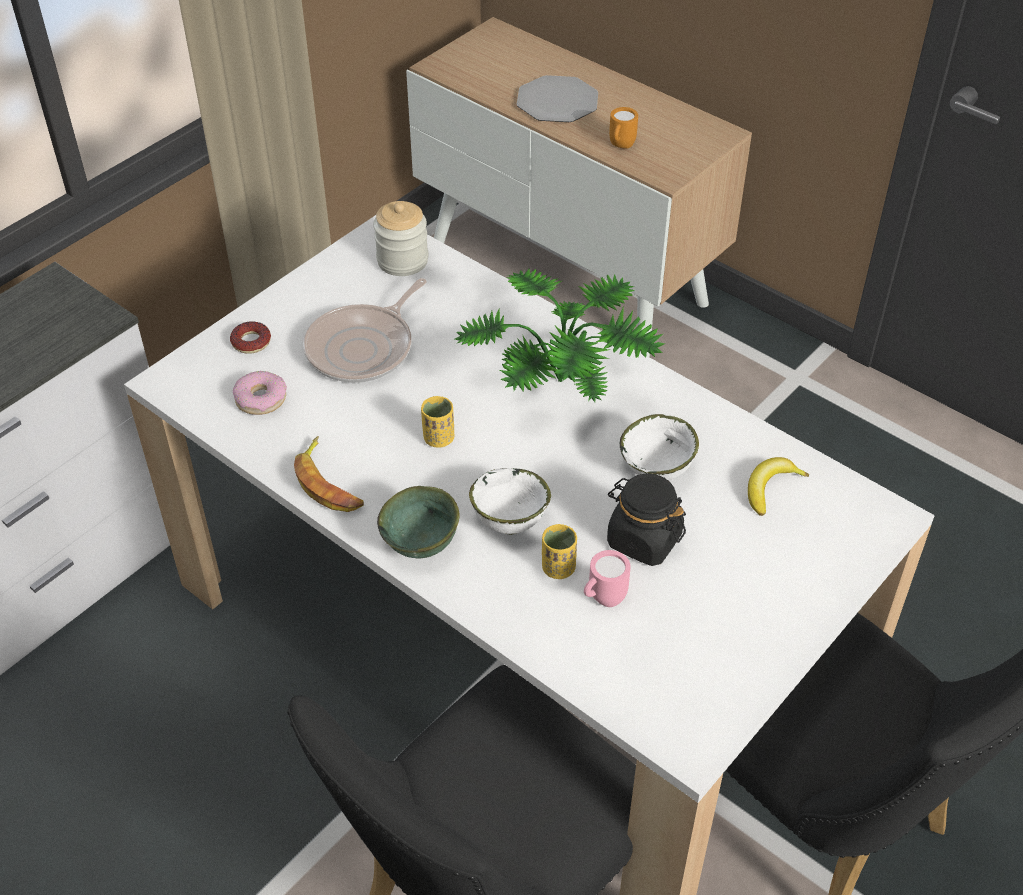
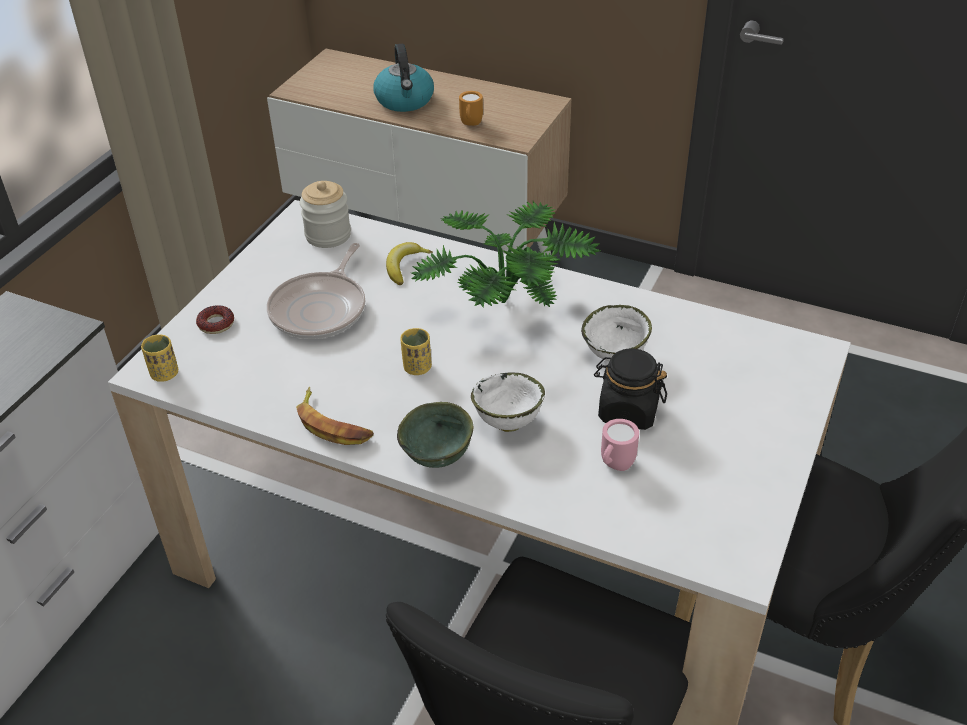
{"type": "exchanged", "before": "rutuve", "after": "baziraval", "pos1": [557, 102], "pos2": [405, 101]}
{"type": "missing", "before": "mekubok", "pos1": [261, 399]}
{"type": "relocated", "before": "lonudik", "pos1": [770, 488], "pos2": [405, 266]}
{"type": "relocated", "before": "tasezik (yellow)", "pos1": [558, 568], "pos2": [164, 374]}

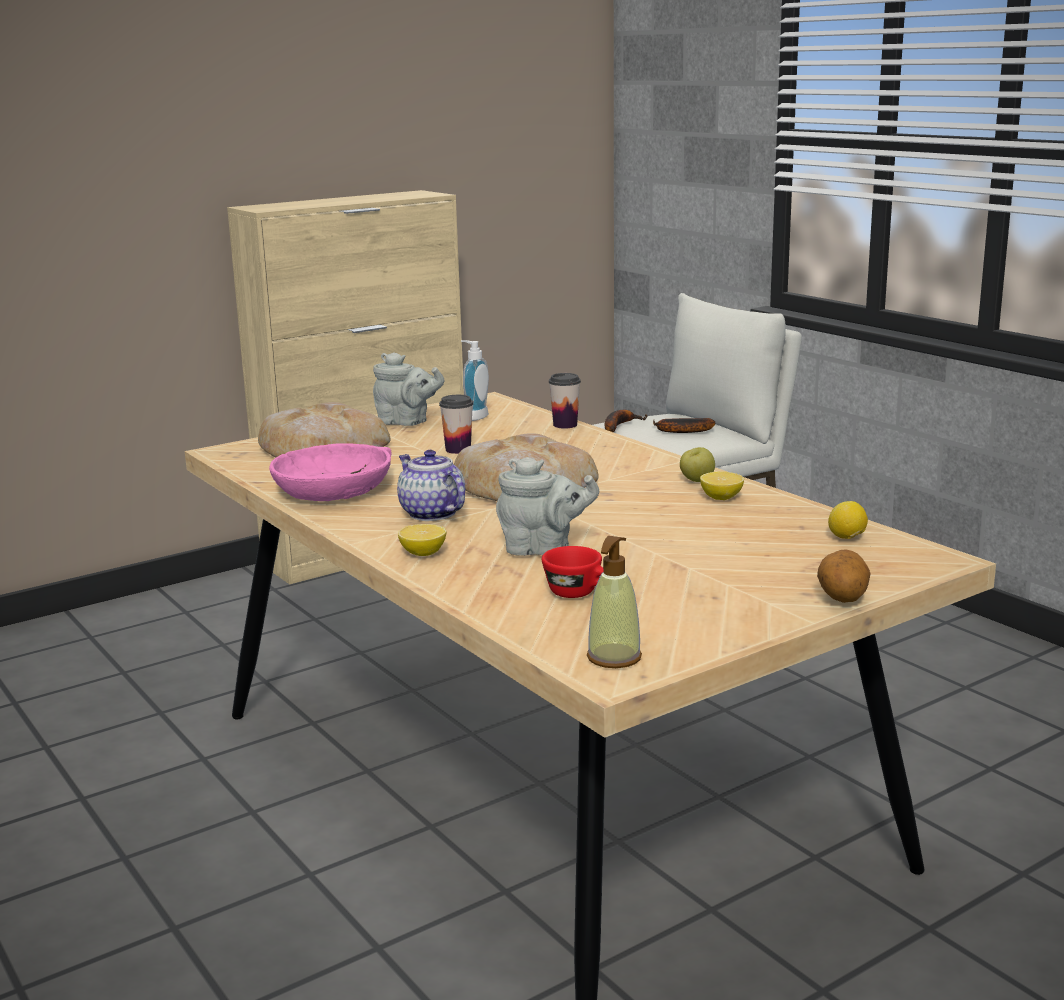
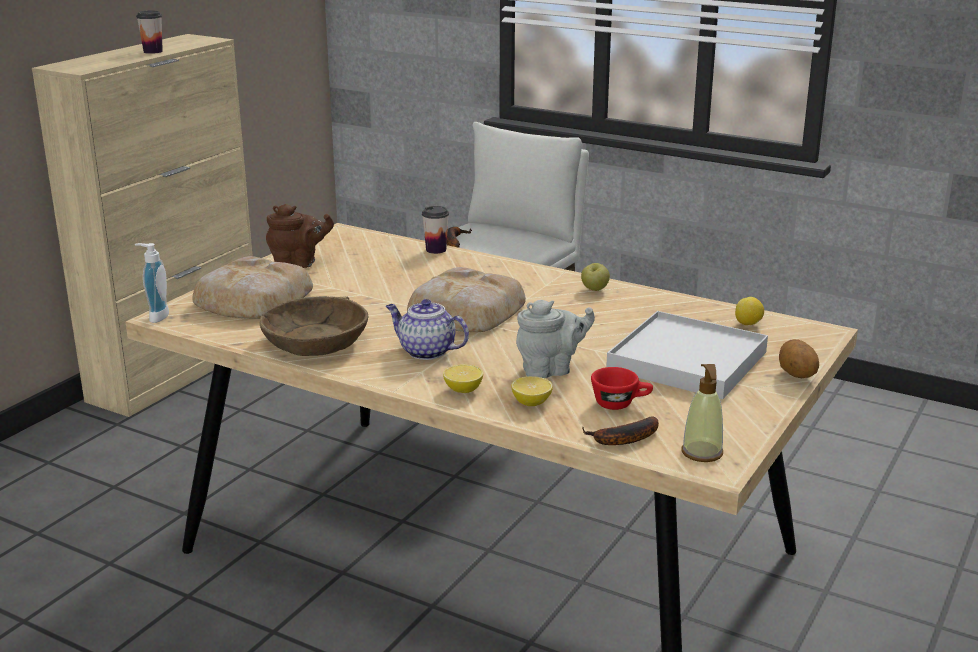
{"type": "relocated", "before": "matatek", "pos1": [474, 416], "pos2": [155, 316]}
{"type": "colour", "before": "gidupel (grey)", "after": "gidupel (brown)", "pos1": [406, 422], "pos2": [298, 264]}
{"type": "relocated", "before": "tasezik", "pos1": [458, 450], "pos2": [153, 51]}
{"type": "relocated", "before": "lonudik", "pos1": [680, 431], "pos2": [622, 439]}
{"type": "colour", "before": "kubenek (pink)", "after": "kubenek (brown)", "pos1": [333, 489], "pos2": [315, 341]}
{"type": "relocated", "before": "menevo", "pos1": [721, 498], "pos2": [531, 403]}
{"type": "appeared", "after": "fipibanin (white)", "pos2": [688, 361]}

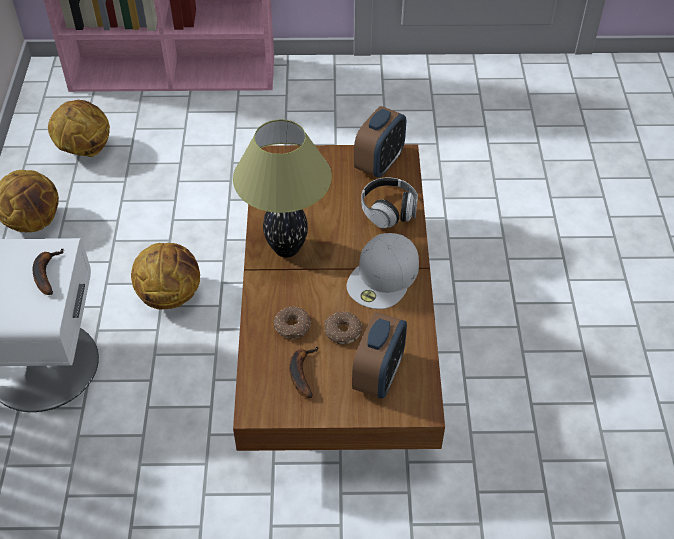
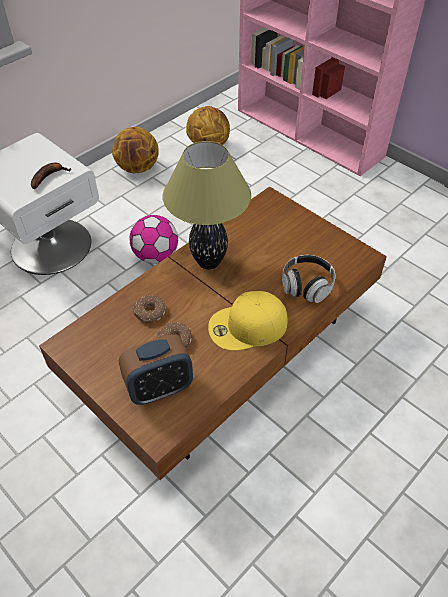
{"type": "missing", "before": "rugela", "pos1": [379, 164]}
{"type": "colour", "before": "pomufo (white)", "after": "pomufo (yellow)", "pos1": [384, 277], "pos2": [247, 326]}
{"type": "exchanged", "before": "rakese", "after": "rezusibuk", "pos1": [171, 295], "pos2": [156, 256]}
{"type": "missing", "before": "lonudik", "pos1": [301, 372]}

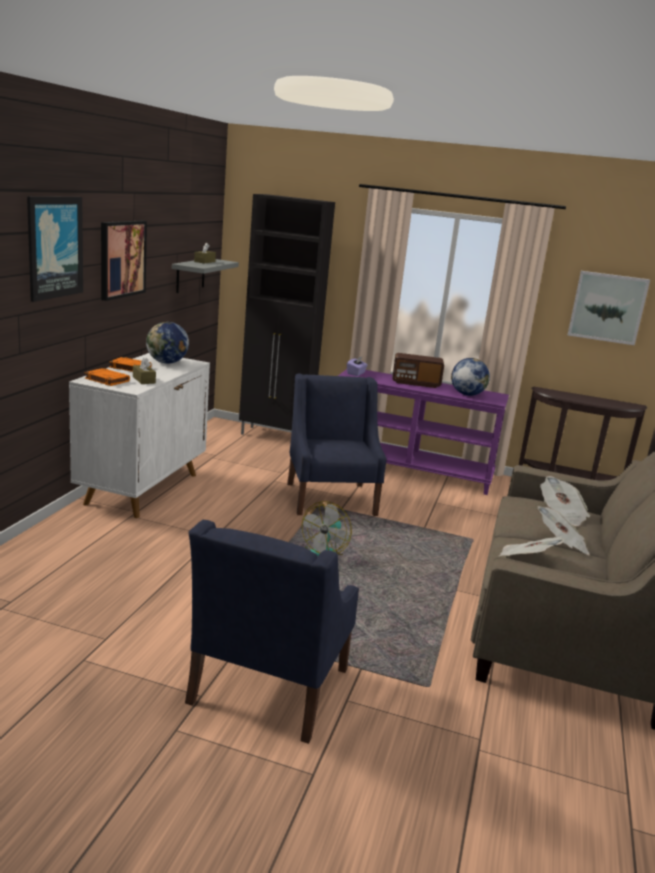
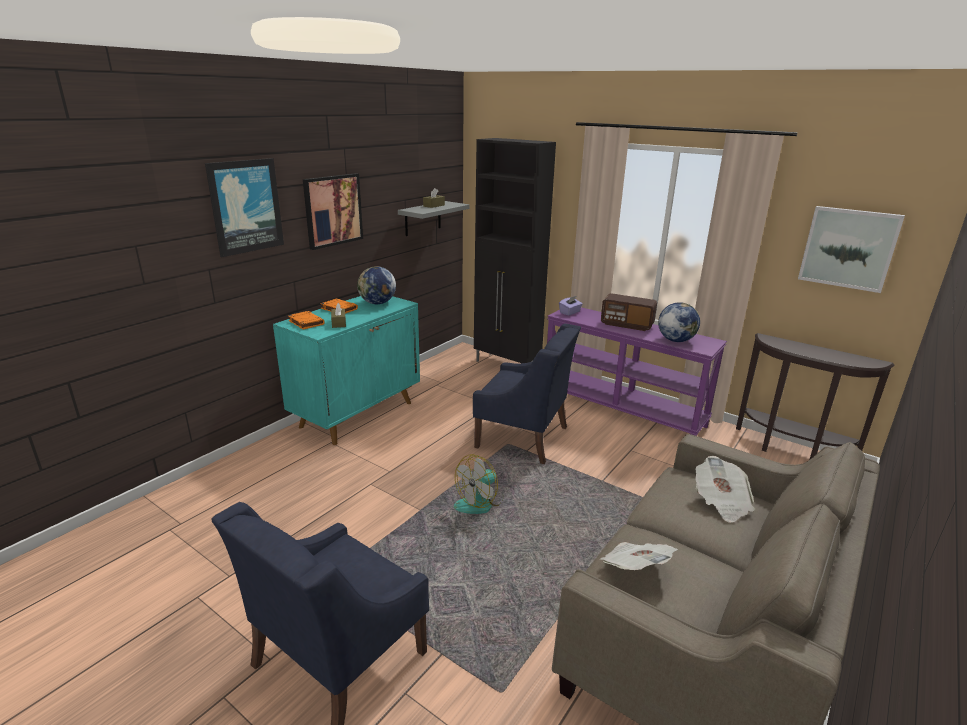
{"type": "colour", "before": "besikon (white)", "after": "besikon (turquoise)", "pos1": [143, 488], "pos2": [358, 414]}
{"type": "spun", "before": "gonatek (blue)", "pos1": [331, 498], "pos2": [523, 437], "turn": 105}
{"type": "missing", "before": "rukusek", "pos1": [561, 544]}

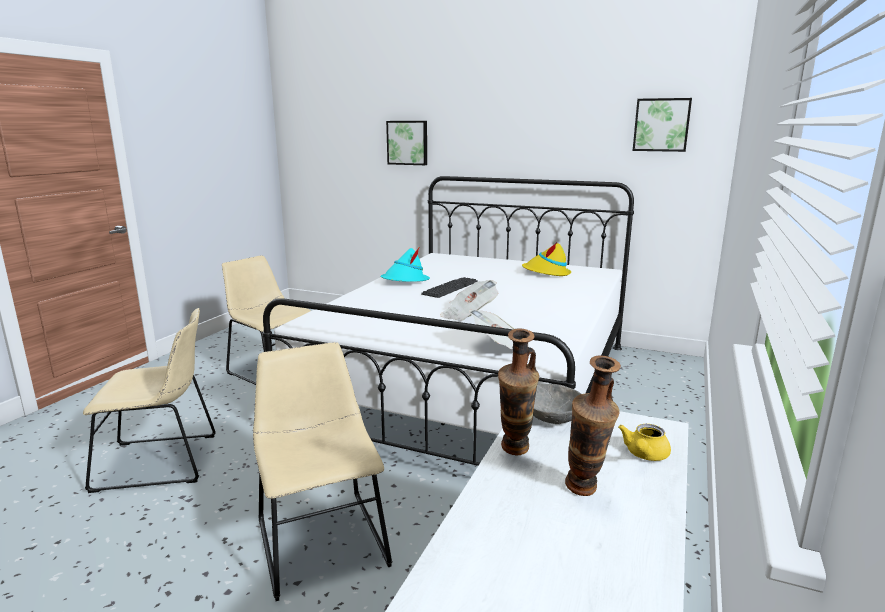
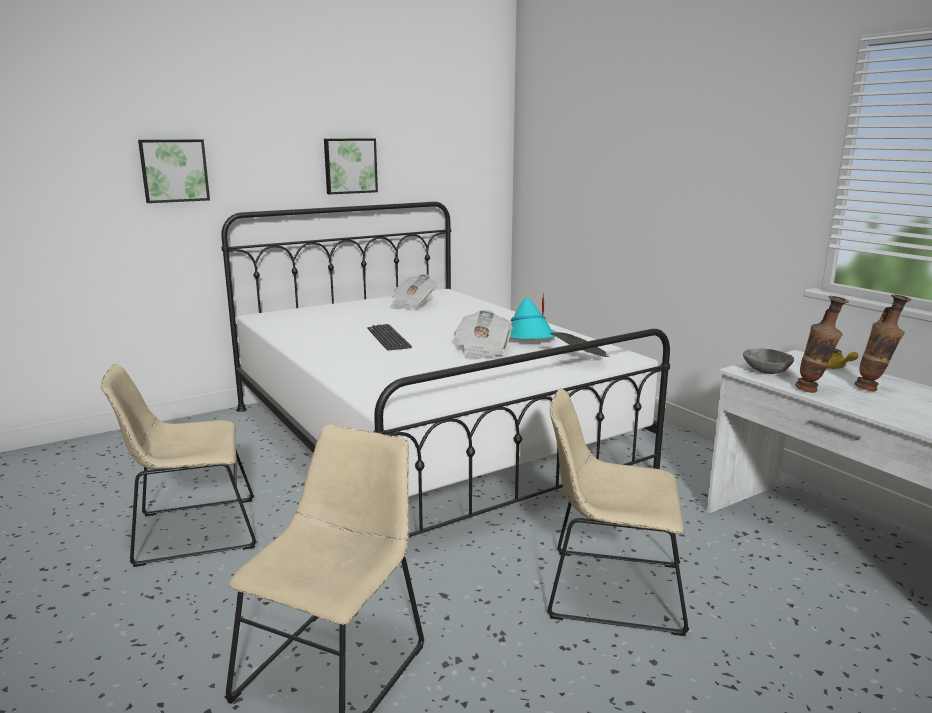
{"type": "relocated", "before": "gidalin", "pos1": [661, 125], "pos2": [350, 166]}
{"type": "exchanged", "before": "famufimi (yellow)", "after": "rukusek", "pos1": [546, 273], "pos2": [412, 305]}
{"type": "relocated", "before": "famufimi (turquoise)", "pos1": [405, 281], "pos2": [530, 339]}

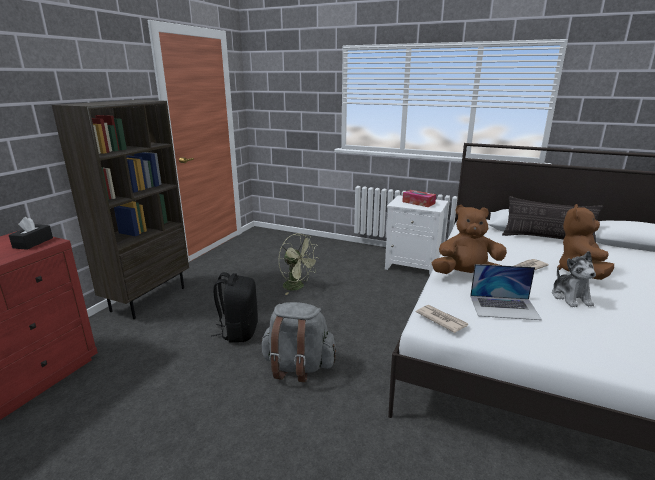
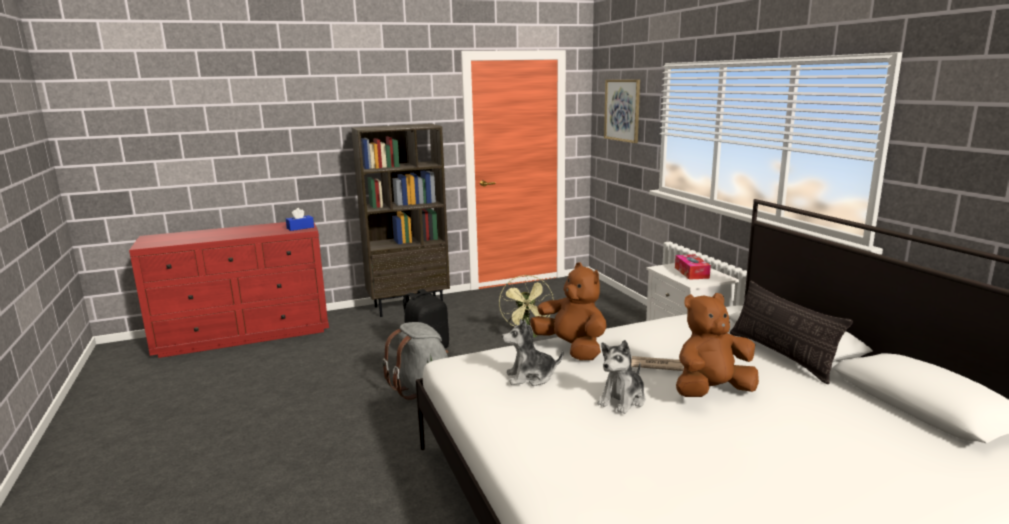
{"type": "colour", "before": "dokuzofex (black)", "after": "dokuzofex (blue)", "pos1": [33, 243], "pos2": [300, 228]}
{"type": "exchanged", "before": "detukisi", "after": "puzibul", "pos1": [504, 307], "pos2": [530, 377]}
{"type": "missing", "before": "rukusek", "pos1": [441, 320]}
{"type": "appeared", "after": "gidalin", "pos2": [622, 110]}

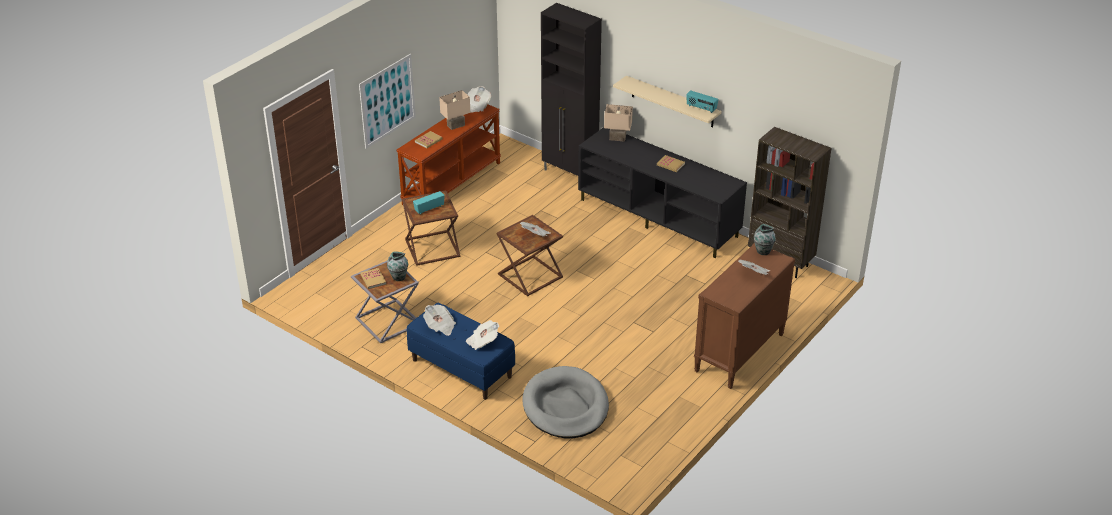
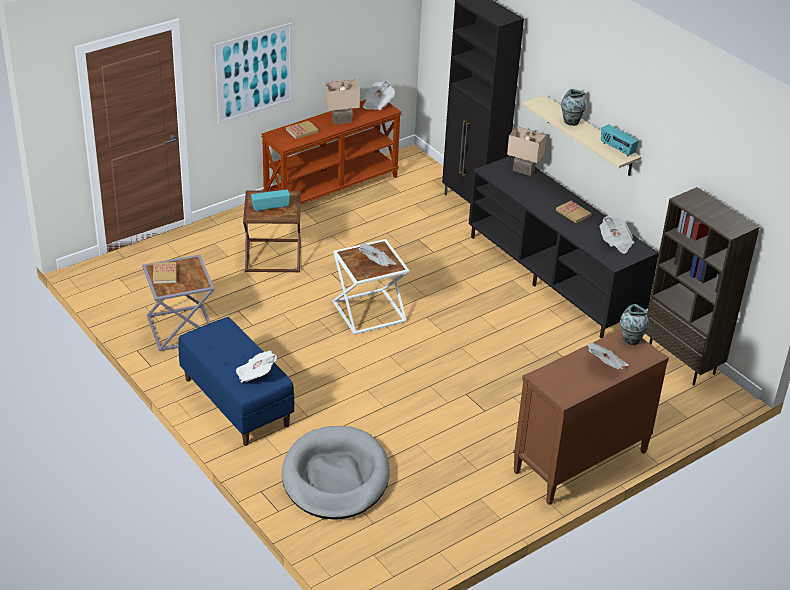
{"type": "colour", "before": "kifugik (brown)", "after": "kifugik (white)", "pos1": [530, 275], "pos2": [369, 311]}
{"type": "relocated", "before": "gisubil", "pos1": [398, 277], "pos2": [571, 121]}
{"type": "relocated", "before": "rukusek", "pos1": [440, 326], "pos2": [615, 243]}

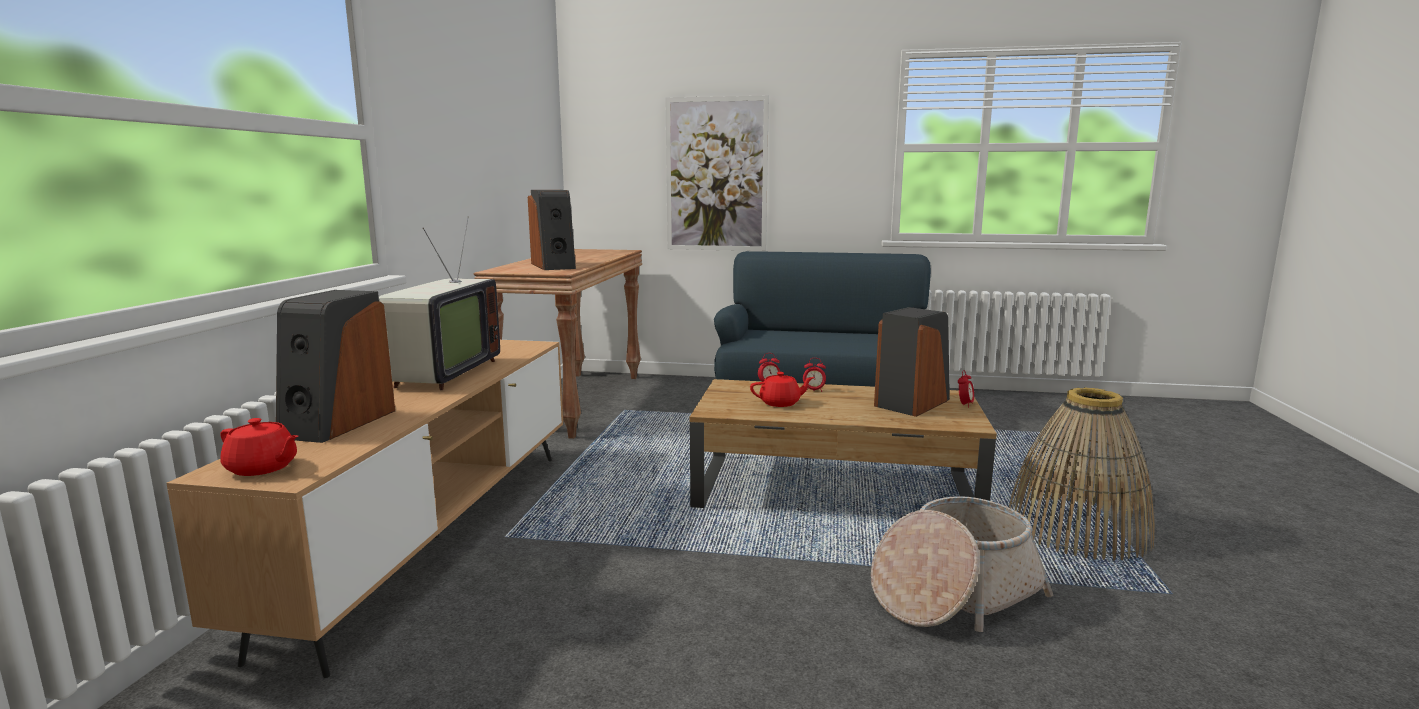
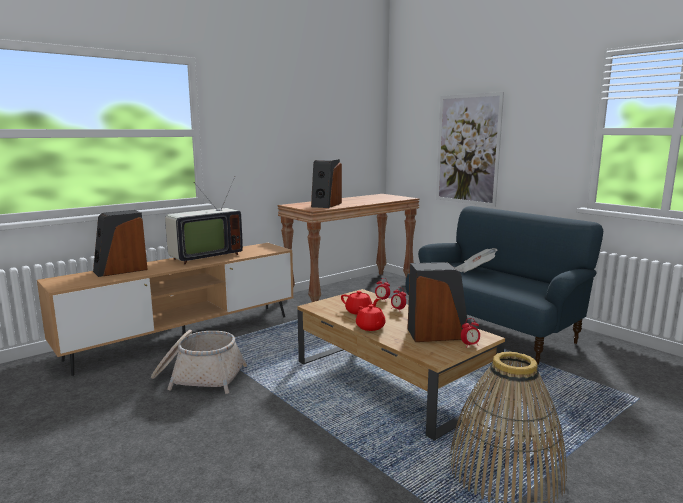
{"type": "relocated", "before": "gidupel (red)", "pos1": [262, 468], "pos2": [370, 327]}
{"type": "relocated", "before": "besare", "pos1": [953, 593], "pos2": [198, 377]}
{"type": "appeared", "after": "rukusek", "pos2": [474, 271]}

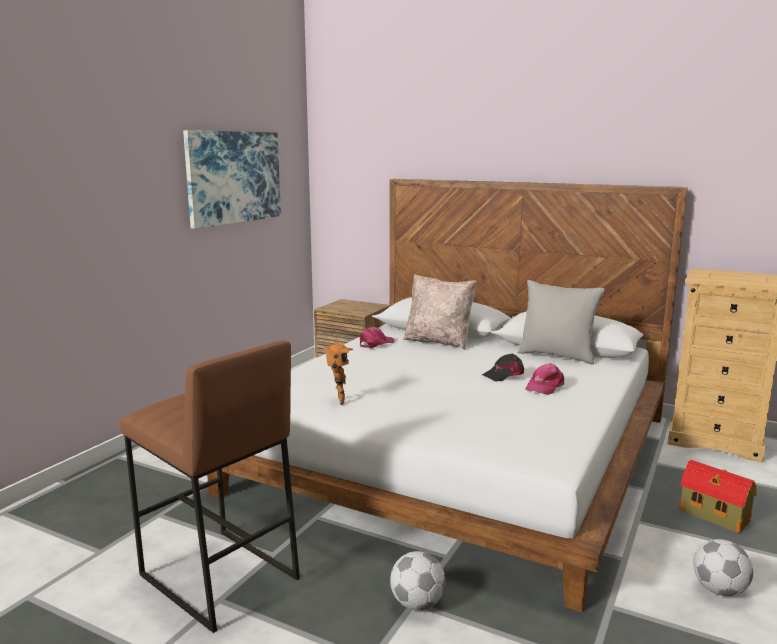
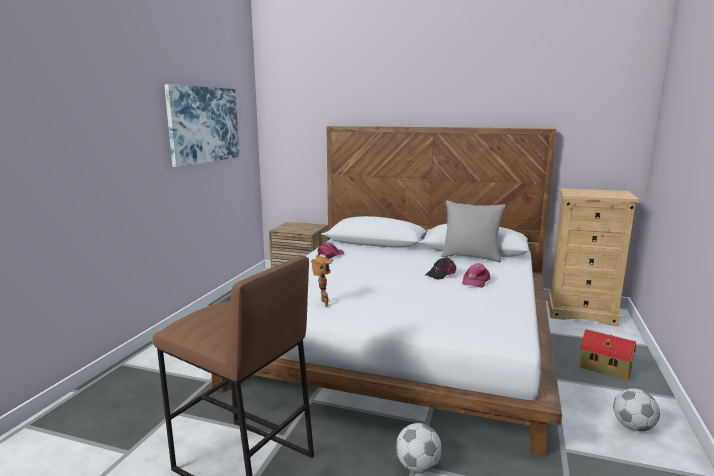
{"type": "missing", "before": "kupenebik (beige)", "pos1": [438, 341]}

